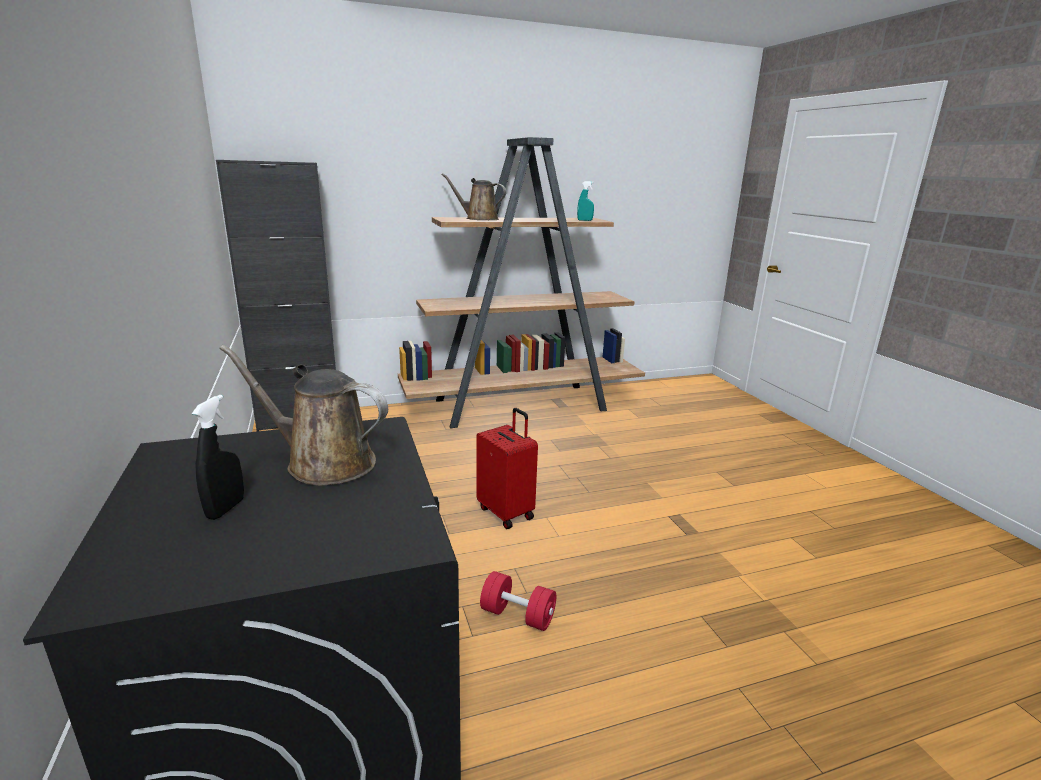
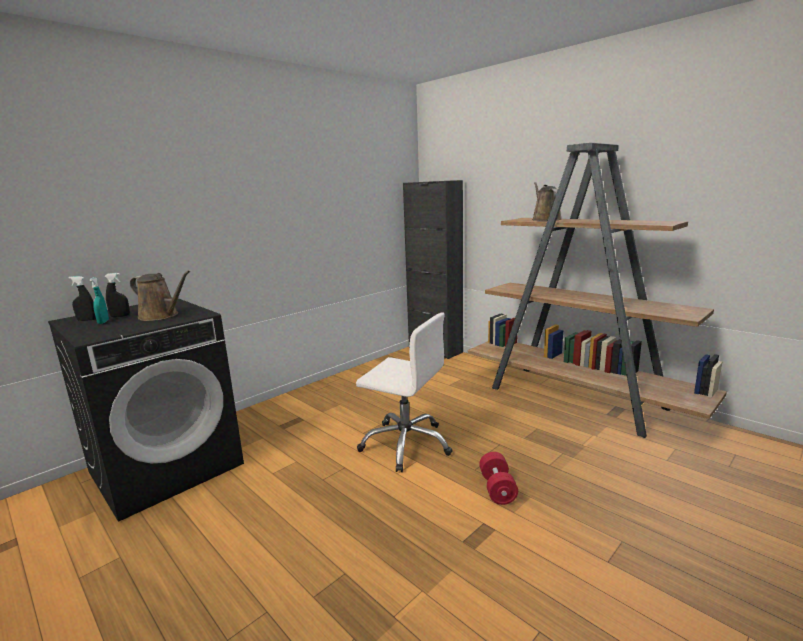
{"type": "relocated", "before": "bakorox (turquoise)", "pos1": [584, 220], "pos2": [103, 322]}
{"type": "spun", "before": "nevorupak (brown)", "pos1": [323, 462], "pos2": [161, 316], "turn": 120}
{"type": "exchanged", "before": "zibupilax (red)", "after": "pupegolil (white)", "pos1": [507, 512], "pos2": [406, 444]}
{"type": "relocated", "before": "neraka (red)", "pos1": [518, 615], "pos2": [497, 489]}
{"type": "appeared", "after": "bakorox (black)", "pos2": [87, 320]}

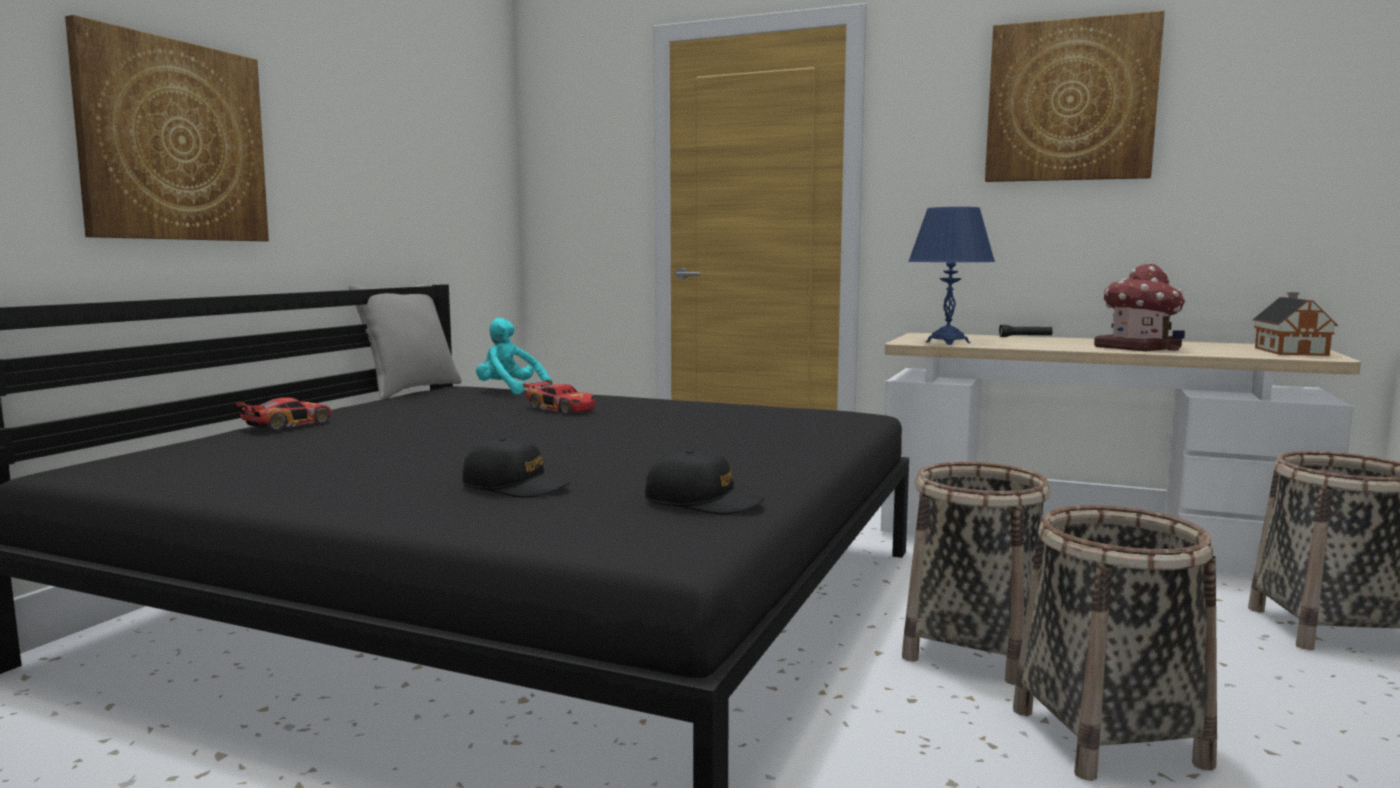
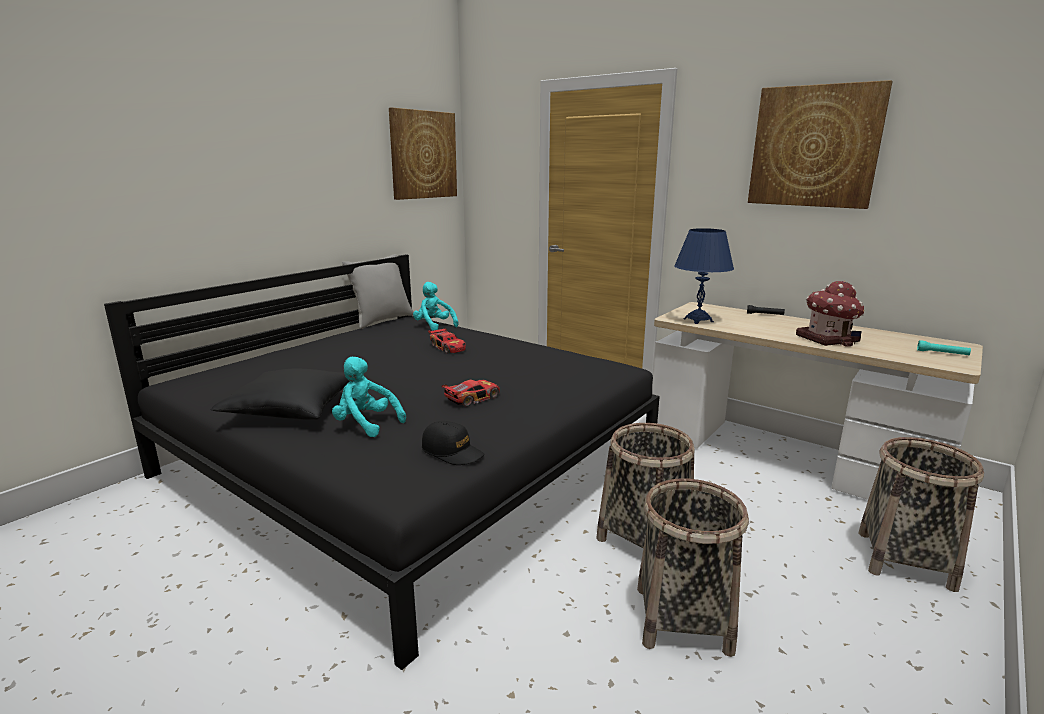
{"type": "relocated", "before": "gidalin", "pos1": [173, 141], "pos2": [423, 155]}
{"type": "exchanged", "before": "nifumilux", "after": "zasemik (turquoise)", "pos1": [1290, 351], "pos2": [942, 353]}
{"type": "relocated", "before": "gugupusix", "pos1": [287, 424], "pos2": [472, 398]}
{"type": "exchanged", "before": "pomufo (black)", "after": "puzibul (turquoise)", "pos1": [515, 487], "pos2": [366, 424]}
{"type": "appeared", "after": "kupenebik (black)", "pos2": [291, 410]}

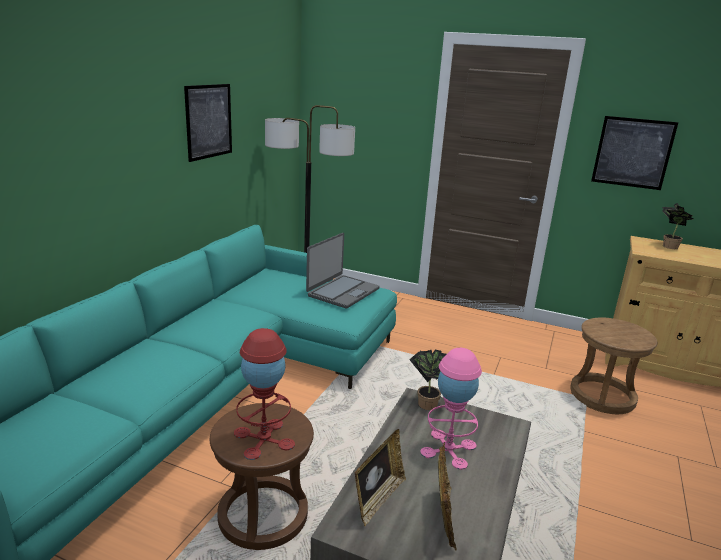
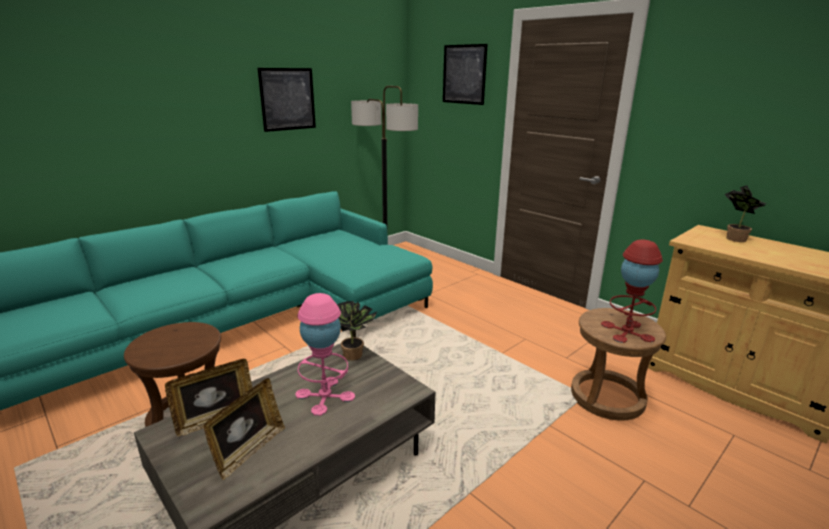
{"type": "relocated", "before": "gidalin", "pos1": [632, 152], "pos2": [464, 74]}
{"type": "missing", "before": "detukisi", "pos1": [342, 292]}
{"type": "relocated", "before": "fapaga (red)", "pos1": [264, 439], "pos2": [627, 331]}

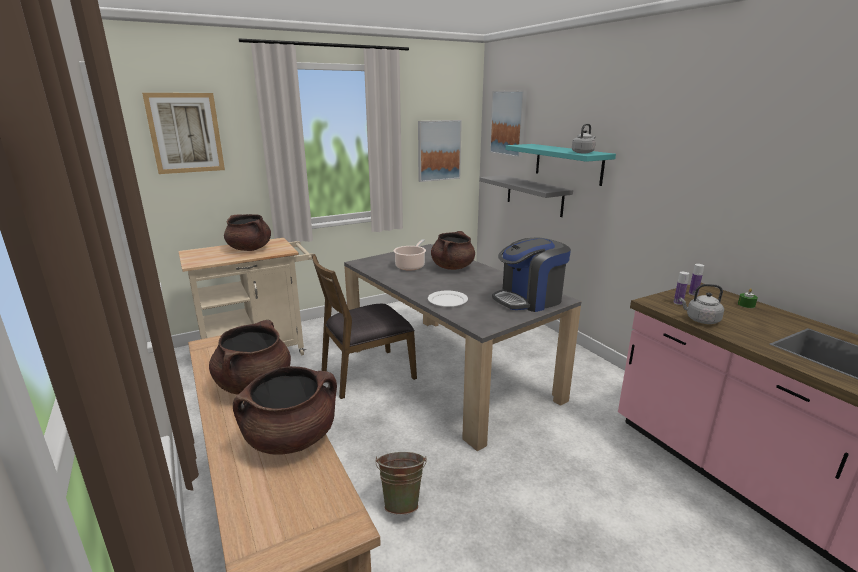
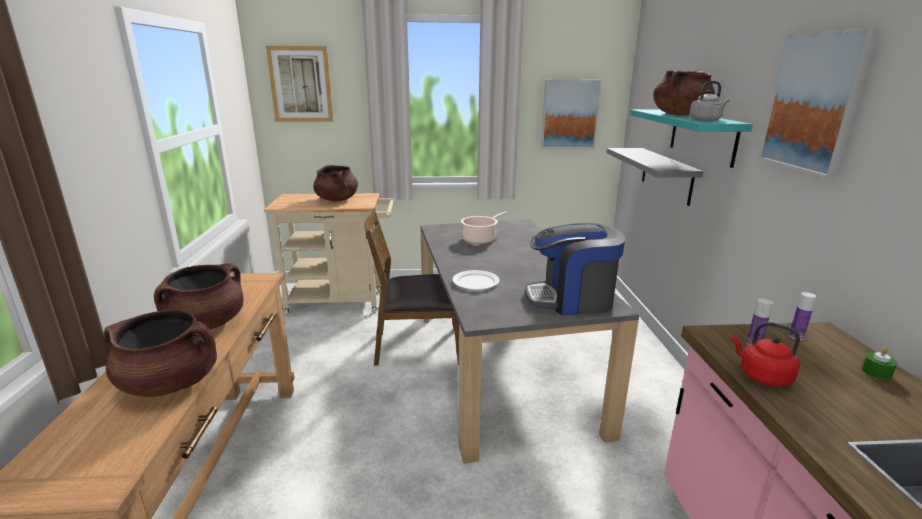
{"type": "relocated", "before": "gidalin", "pos1": [508, 123], "pos2": [814, 102]}
{"type": "relocated", "before": "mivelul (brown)", "pos1": [452, 267], "pos2": [680, 115]}
{"type": "colour", "before": "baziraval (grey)", "after": "baziraval (red)", "pos1": [700, 320], "pos2": [761, 376]}
{"type": "missing", "before": "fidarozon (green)", "pos1": [402, 501]}

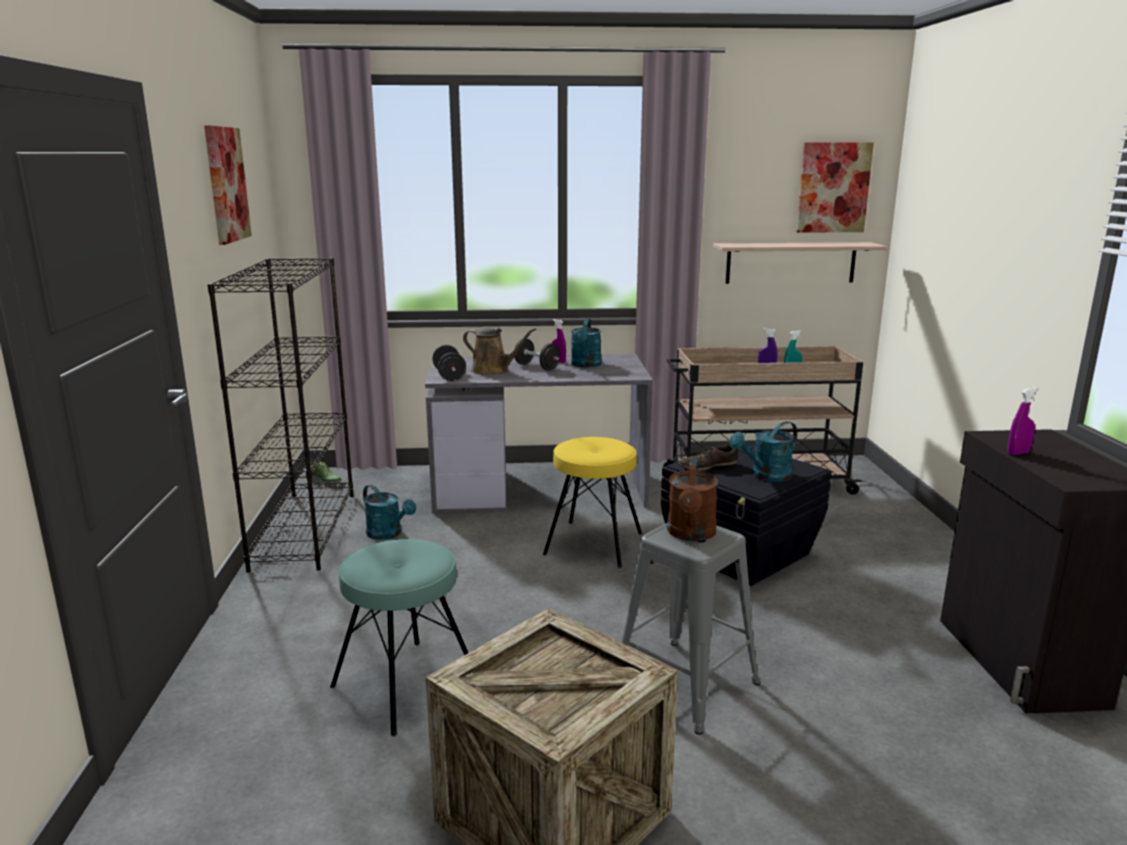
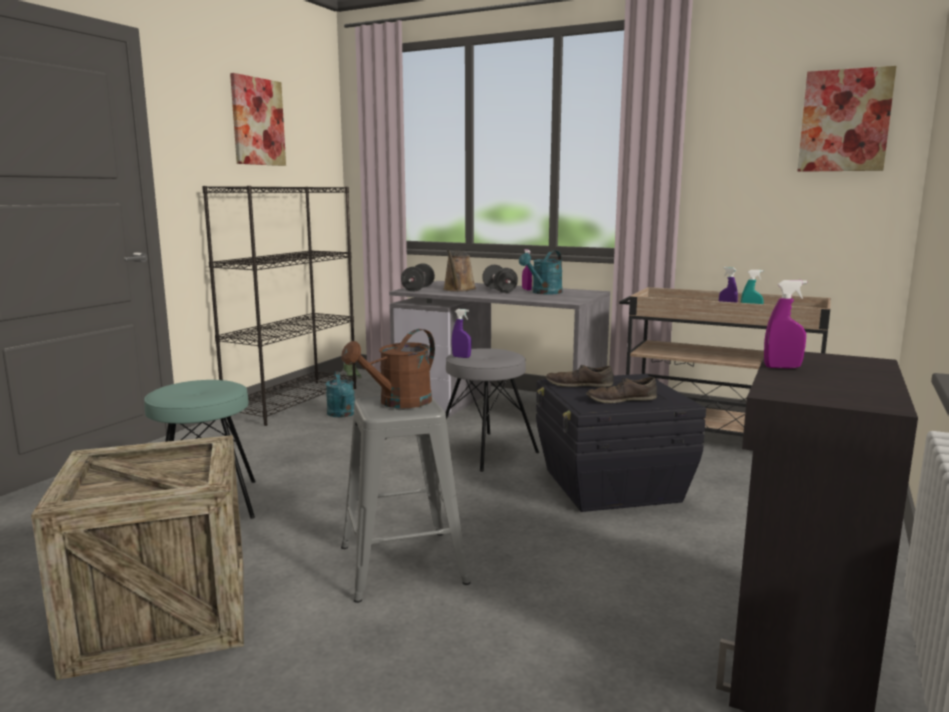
{"type": "missing", "before": "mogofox", "pos1": [790, 262]}
{"type": "spun", "before": "nevorupak (brown)", "pos1": [493, 371], "pos2": [458, 289], "turn": 45}
{"type": "exchanged", "before": "nevorupak (turquoise)", "after": "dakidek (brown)", "pos1": [766, 476], "pos2": [620, 400]}
{"type": "colour", "before": "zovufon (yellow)", "after": "zovufon (grey)", "pos1": [593, 544], "pos2": [485, 451]}
{"type": "appeared", "after": "bakorox (purple)", "pos2": [461, 357]}

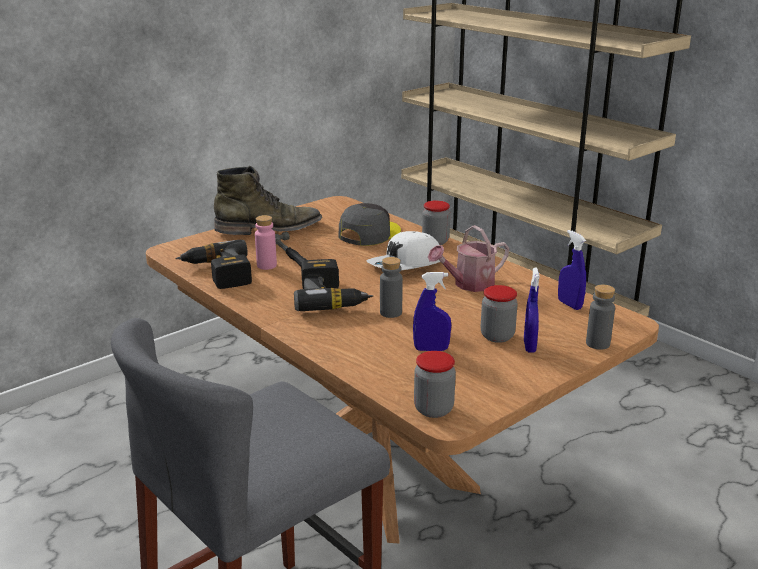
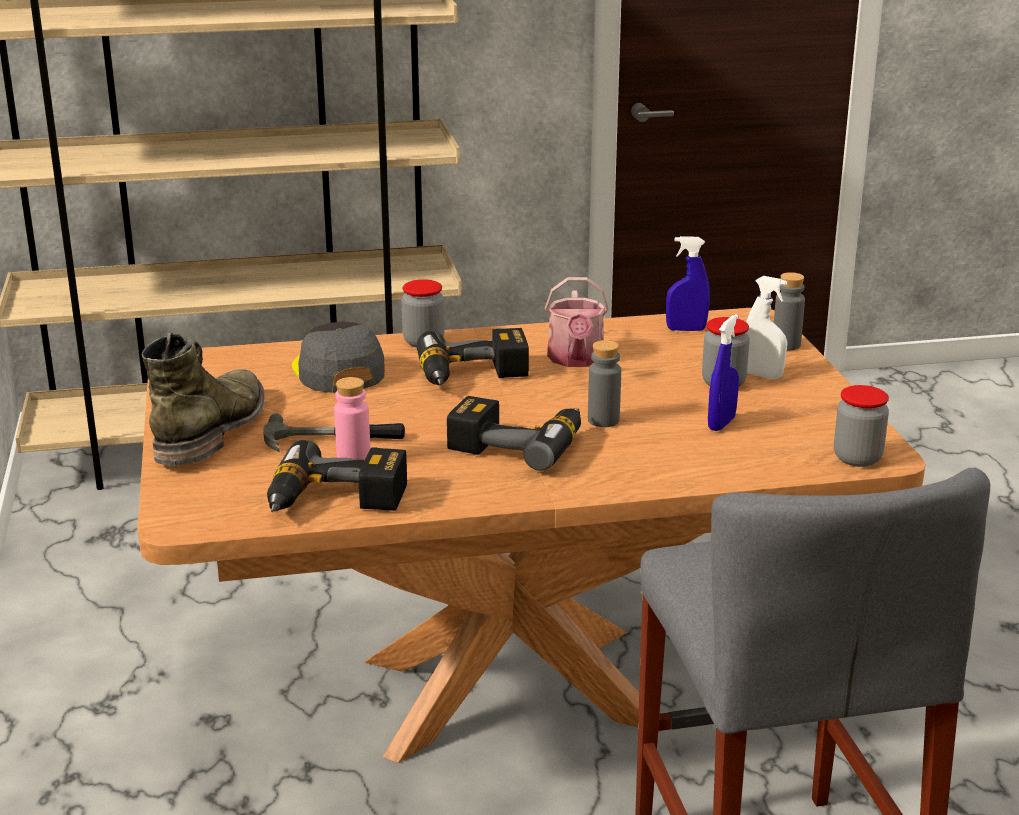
{"type": "exchanged", "before": "pomufo (white)", "after": "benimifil", "pos1": [406, 265], "pos2": [473, 376]}
{"type": "colour", "before": "bakorox (blue)", "after": "bakorox (white)", "pos1": [529, 346], "pos2": [762, 375]}

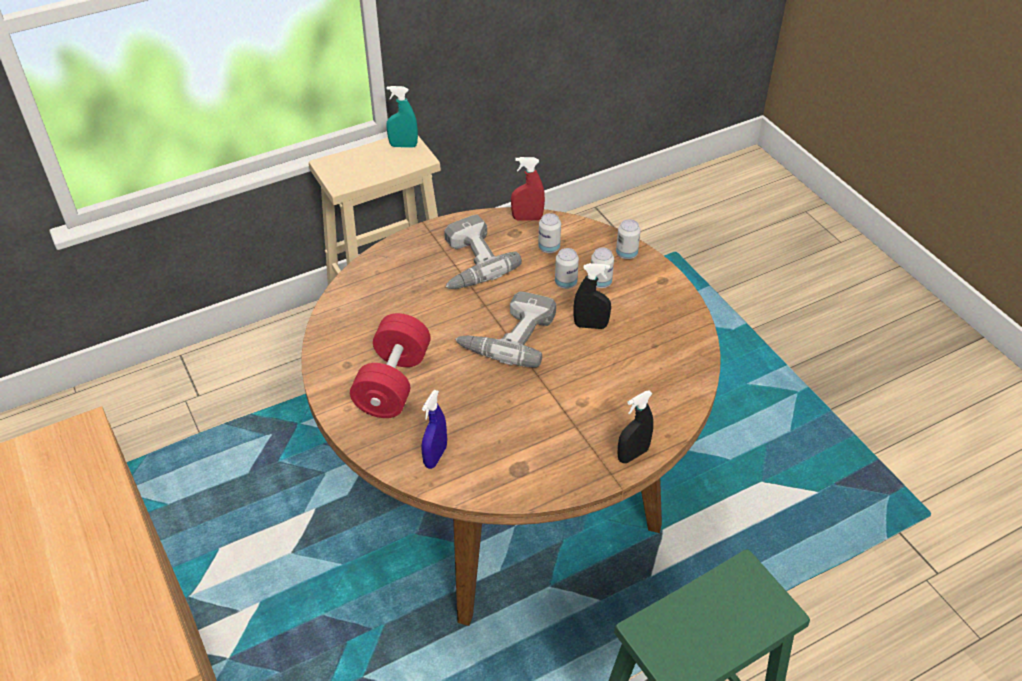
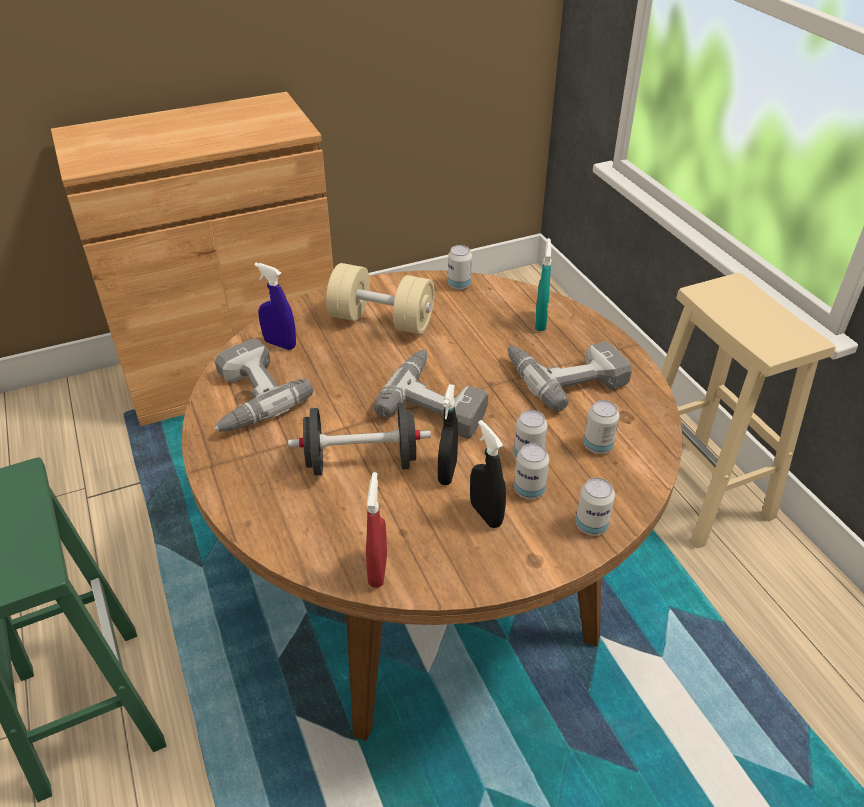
{"type": "relocated", "before": "bakorox (turquoise)", "pos1": [403, 145], "pos2": [540, 322]}
{"type": "relocated", "before": "bakorox (red)", "pos1": [527, 218], "pos2": [378, 570]}
{"type": "colour", "before": "neraka (red)", "after": "neraka (beige)", "pos1": [393, 382], "pos2": [382, 320]}
{"type": "relocated", "before": "bakorox (black)", "pos1": [633, 454], "pos2": [486, 514]}
{"type": "appeared", "after": "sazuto", "pos2": [459, 285]}
{"type": "appeared", "after": "benimifil", "pos2": [247, 397]}
{"type": "appeared", "after": "neraka (black)", "pos2": [361, 462]}

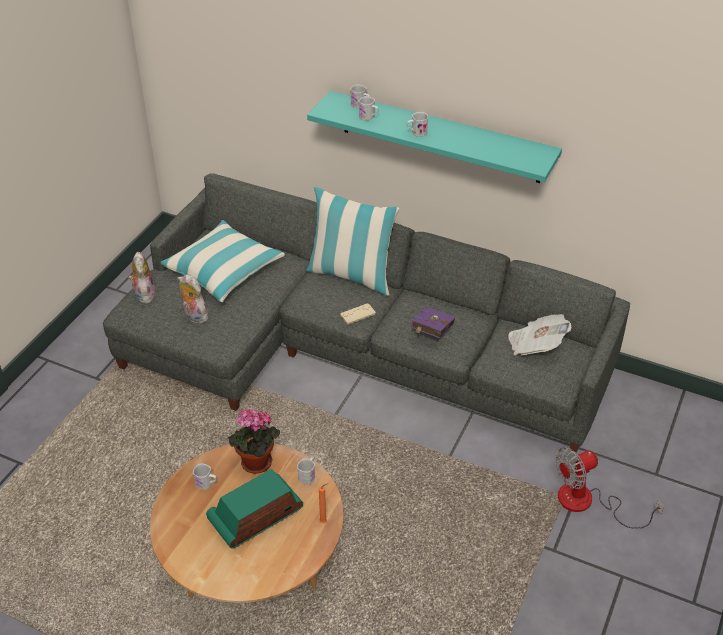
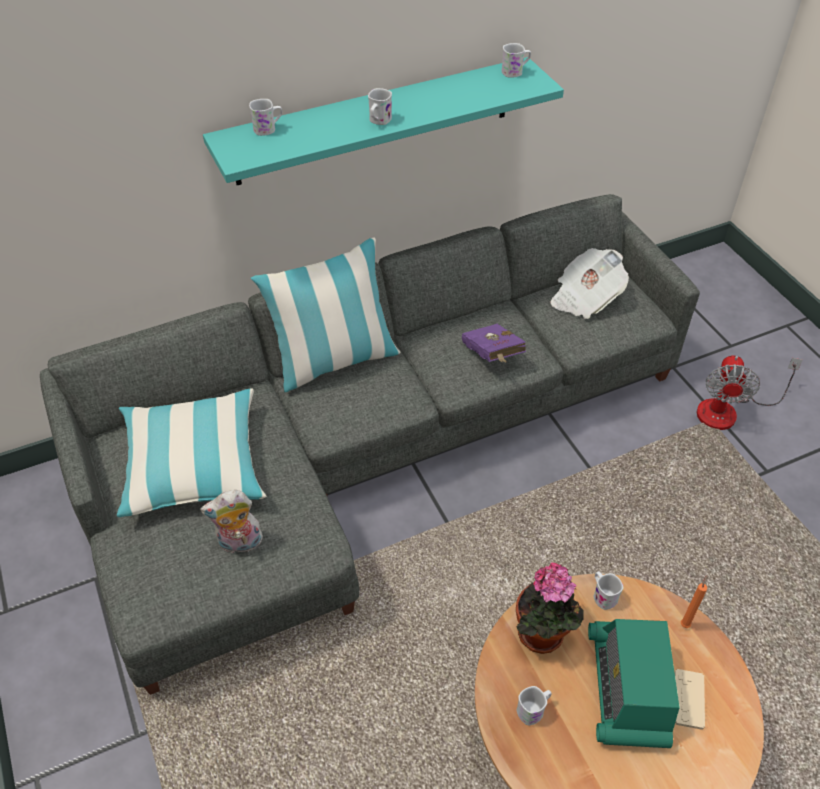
{"type": "relocated", "before": "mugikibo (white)", "pos1": [369, 117], "pos2": [515, 72]}
{"type": "missing", "before": "puzibul", "pos1": [144, 294]}
{"type": "relocated", "before": "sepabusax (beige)", "pos1": [358, 314], "pos2": [689, 699]}

